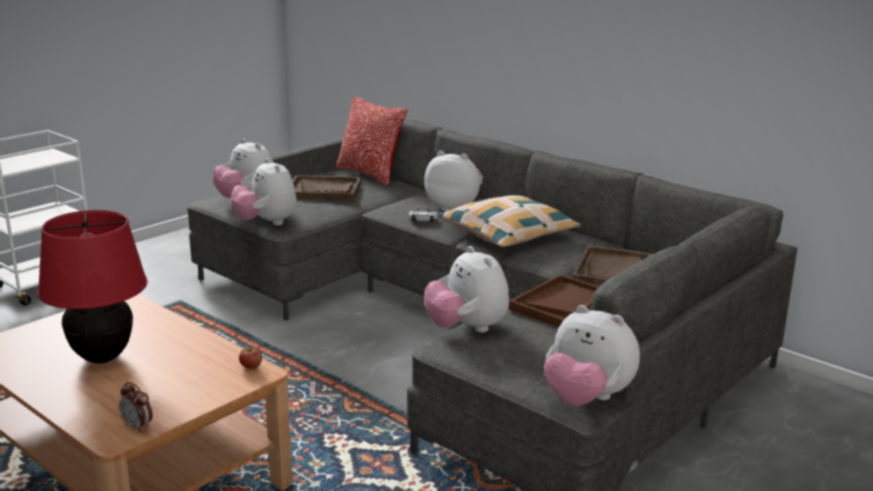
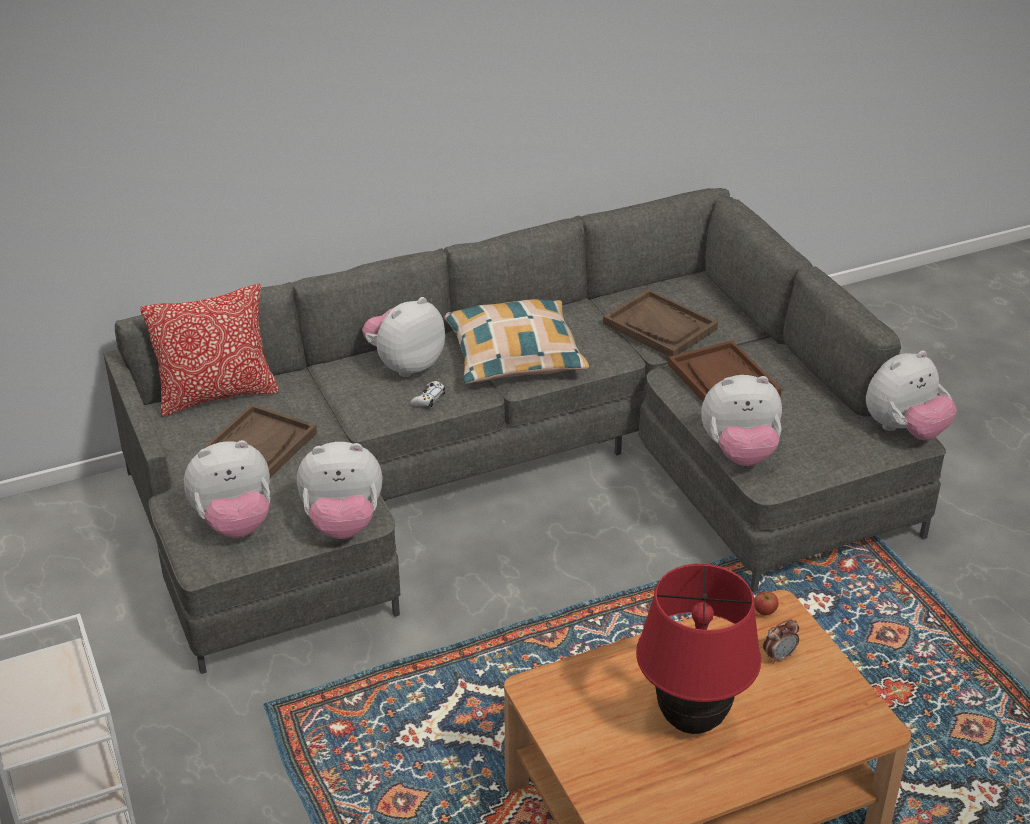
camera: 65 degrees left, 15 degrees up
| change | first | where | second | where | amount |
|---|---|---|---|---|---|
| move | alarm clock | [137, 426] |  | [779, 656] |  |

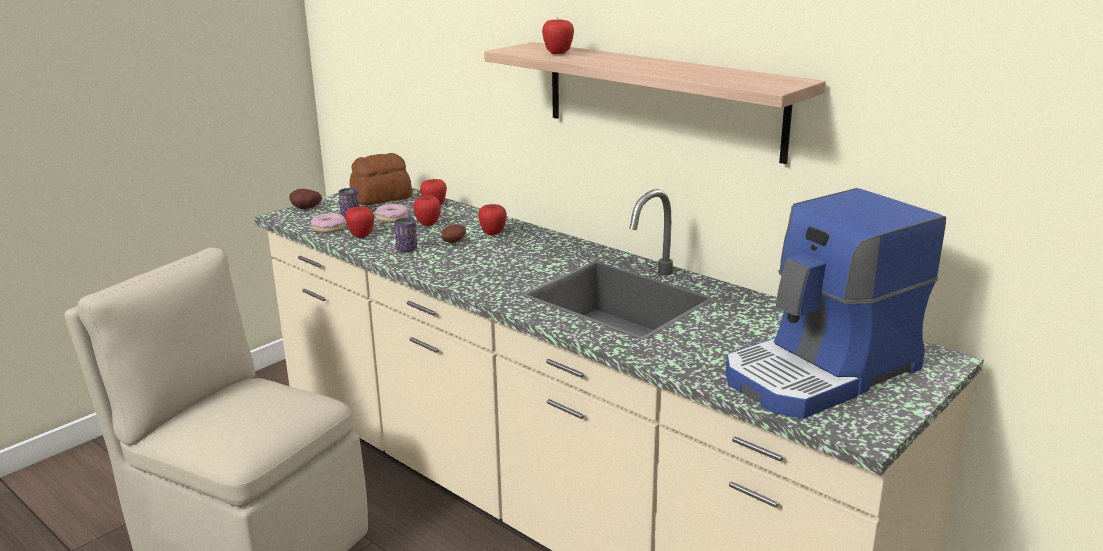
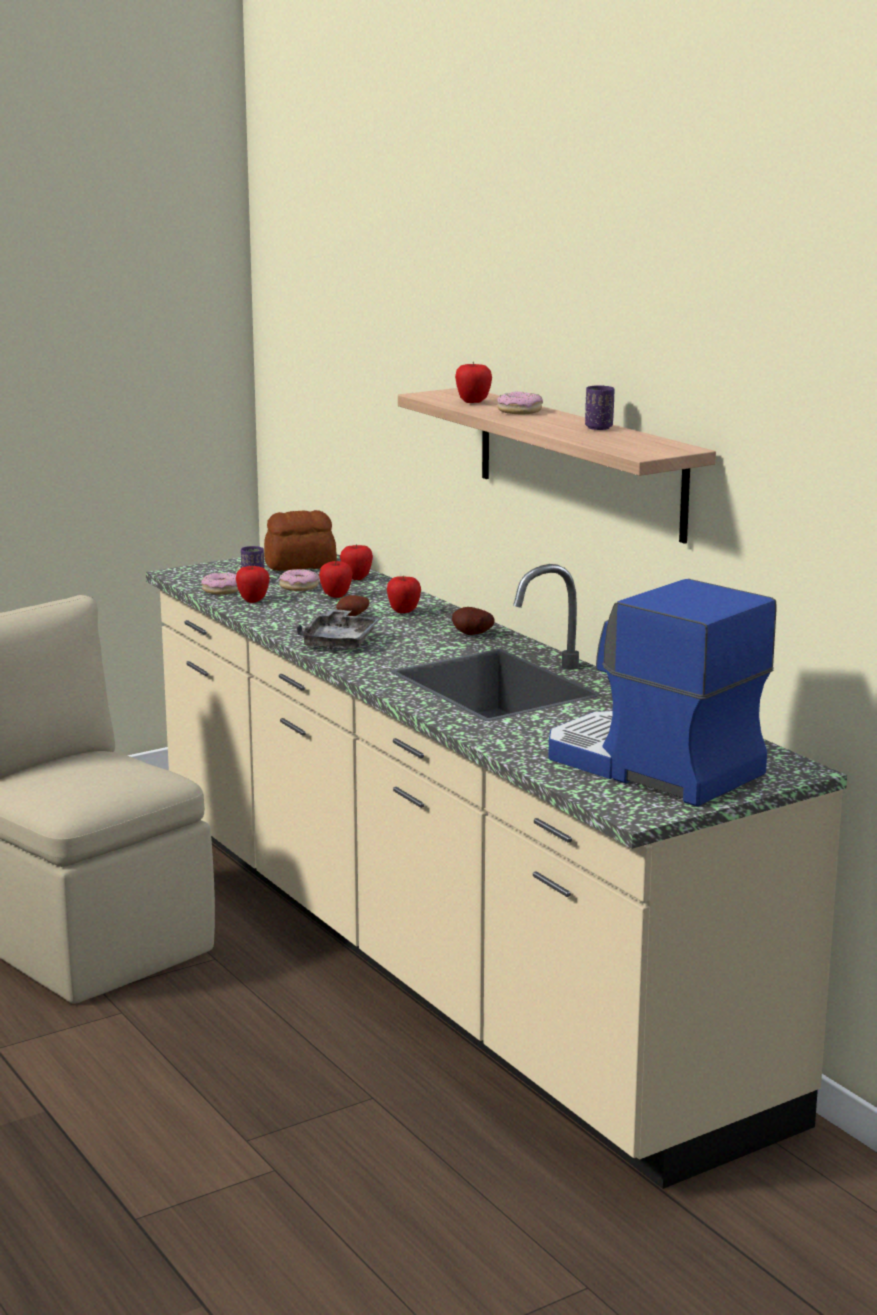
camera: 15 degrees right, 5 degrees down
| change | first | where | second | where | amount |
|---|---|---|---|---|---|
| insert |  |  | tray/grey | [340, 641] |  |
| move | potato | [305, 209] |  | [471, 635] |  |
| insert |  |  | donut | [519, 411] |  |
| rotate | coffee machine | [822, 373] |  | [650, 766] | 60 degrees clockwise |
| move | cup/purple | [407, 249] |  | [599, 428] |  |

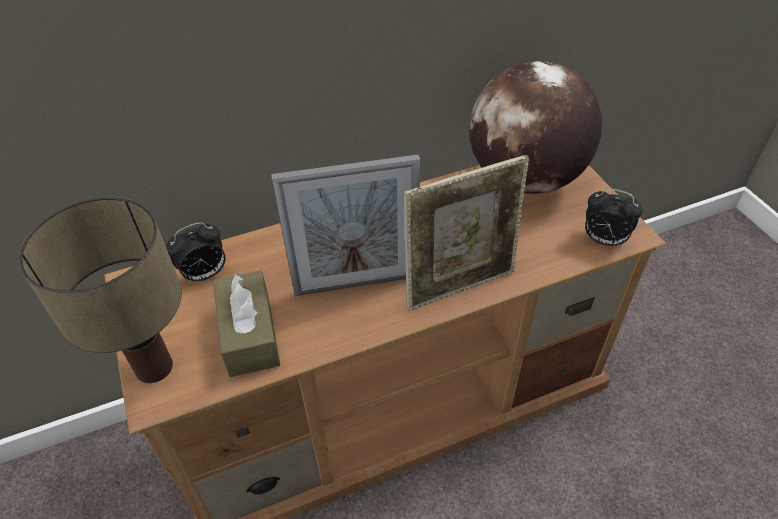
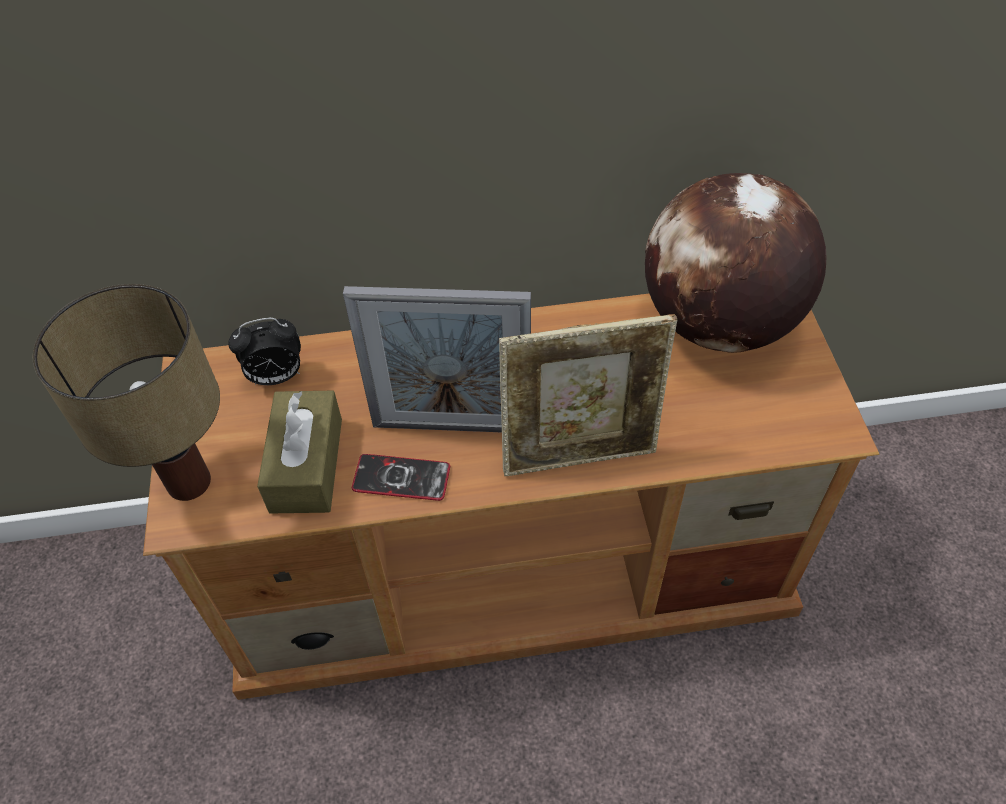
camera: 15 degrees right, 5 degrees up
| change | first | where | second | where | amount |
|---|---|---|---|---|---|
| insert |  |  | phone | [401, 478] |  |
| delete | alarm clock | [603, 240] |  |  |  |

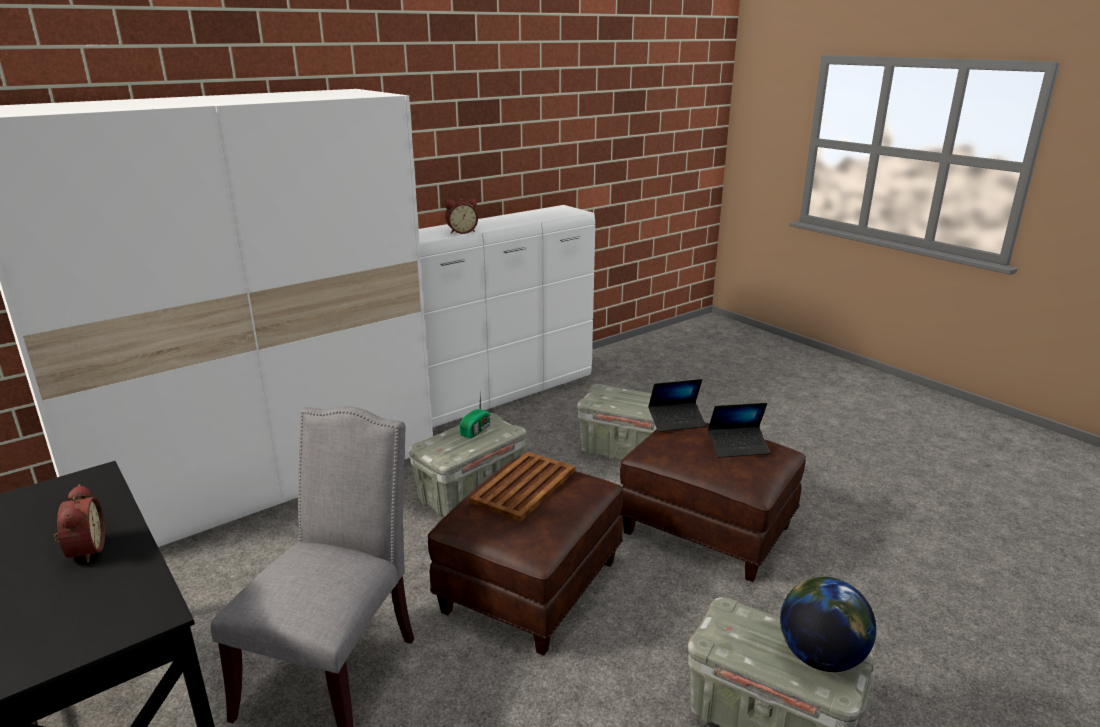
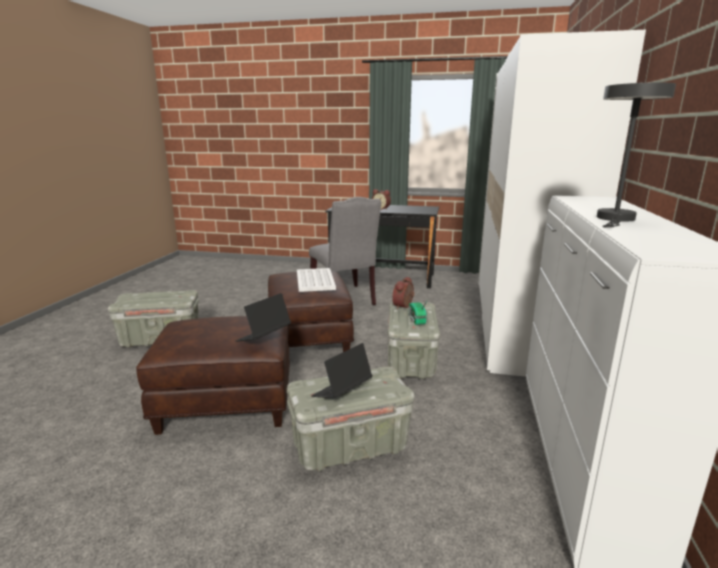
camera: 140 degrees right, 5 degrees down
| change | first | where | second | where | amount |
|---|---|---|---|---|---|
| recolor | tray/brown | [525, 486] | tray/white | [315, 281] |  |
| move | laptop | [738, 447] |  | [342, 392] |  |
| move | alarm clock | [461, 231] |  | [404, 306] |  |
| insert |  |  | table lamp/grey | [615, 219] |  |
| delete | globe | [820, 657] |  |  |  |

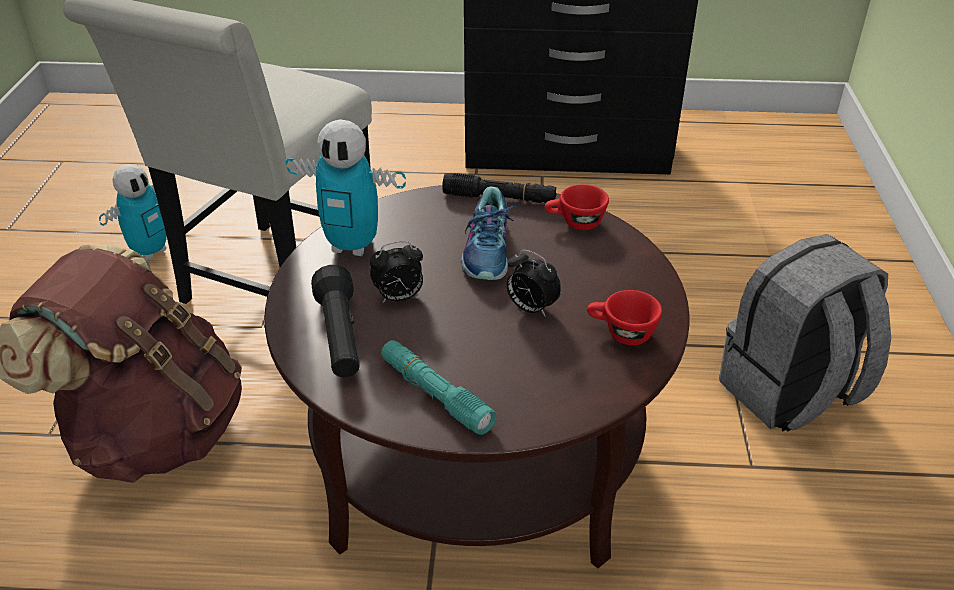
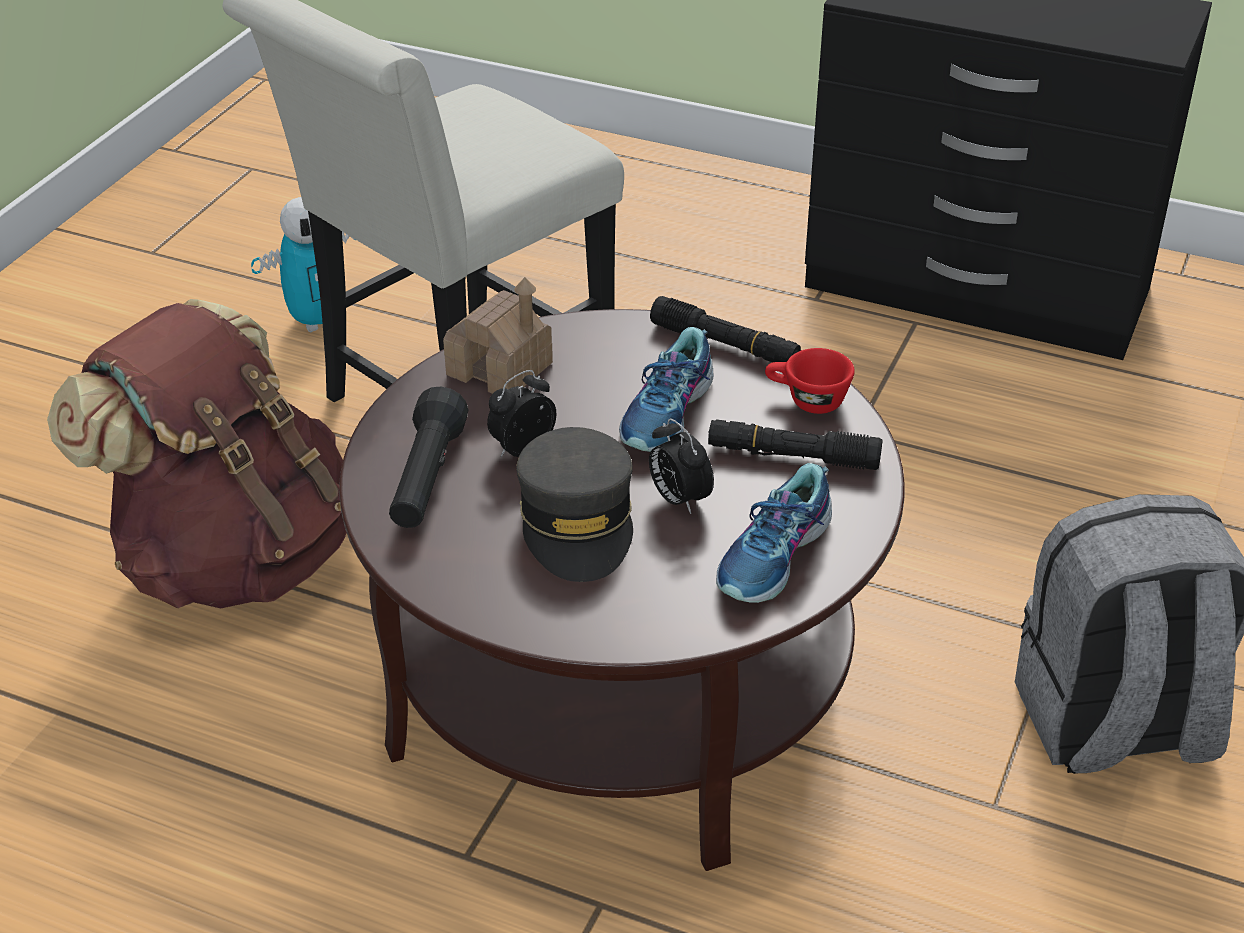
camera: 20 degrees right, 0 degrees up
| change | first | where | second | where | amount |
|---|---|---|---|---|---|
| replace | toy robot | [352, 246] | toy house | [500, 369] |  |
| rotate | alarm clock | [399, 298] |  | [522, 448] | 135 degrees clockwise |
| insert |  |  | cap/grey | [577, 523] |  |
| insert |  |  | flashlight/black | [792, 456] |  |
| replace | cup/red | [621, 333] | shoe | [775, 557] |  |
| delete | flashlight/turquoise | [435, 394] |  |  |  |

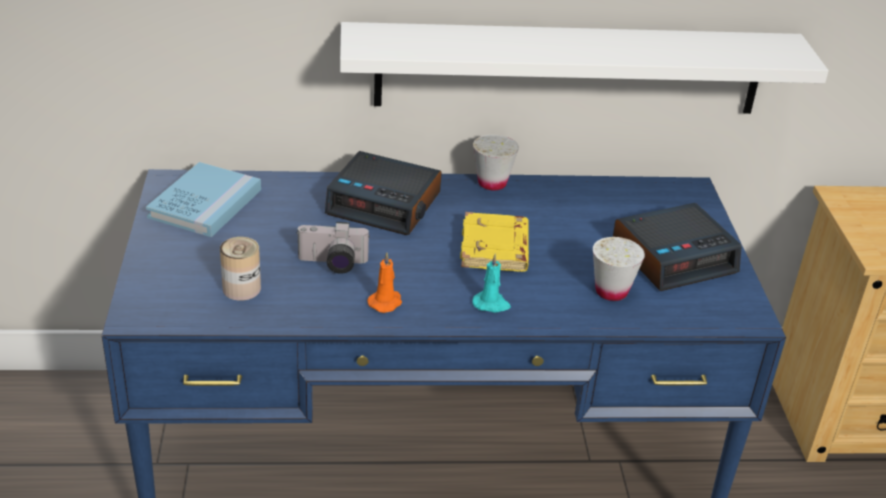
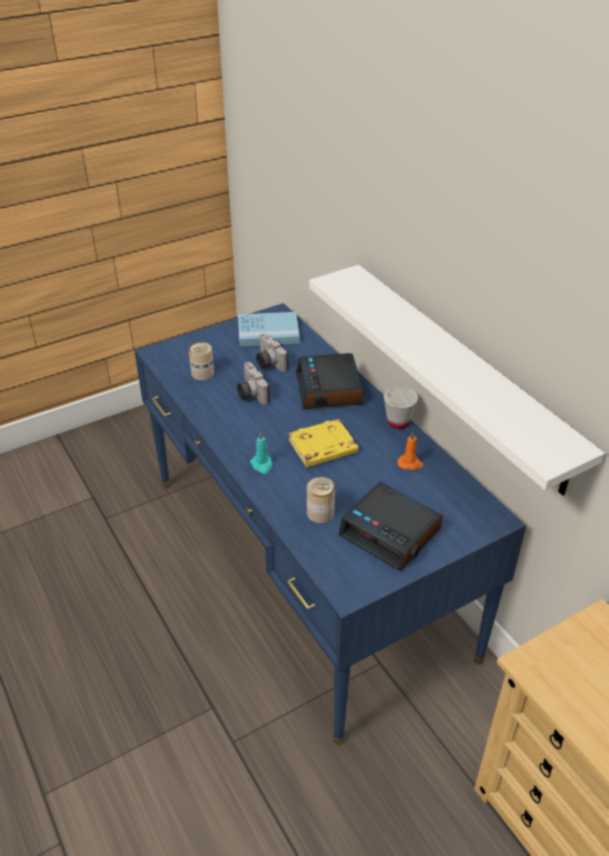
camera: 65 degrees right, 5 degrees up
| change | first | where | second | where | amount |
|---|---|---|---|---|---|
| insert |  |  | photo camera | [268, 363] |  |
| replace | cup/white | [611, 291] | can | [320, 513] |  |
| move | candle/orange | [386, 302] |  | [410, 464] |  |

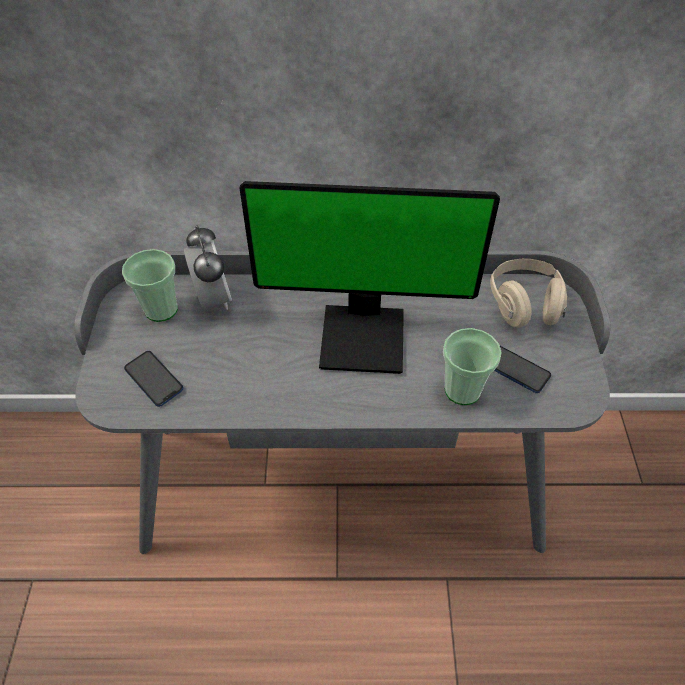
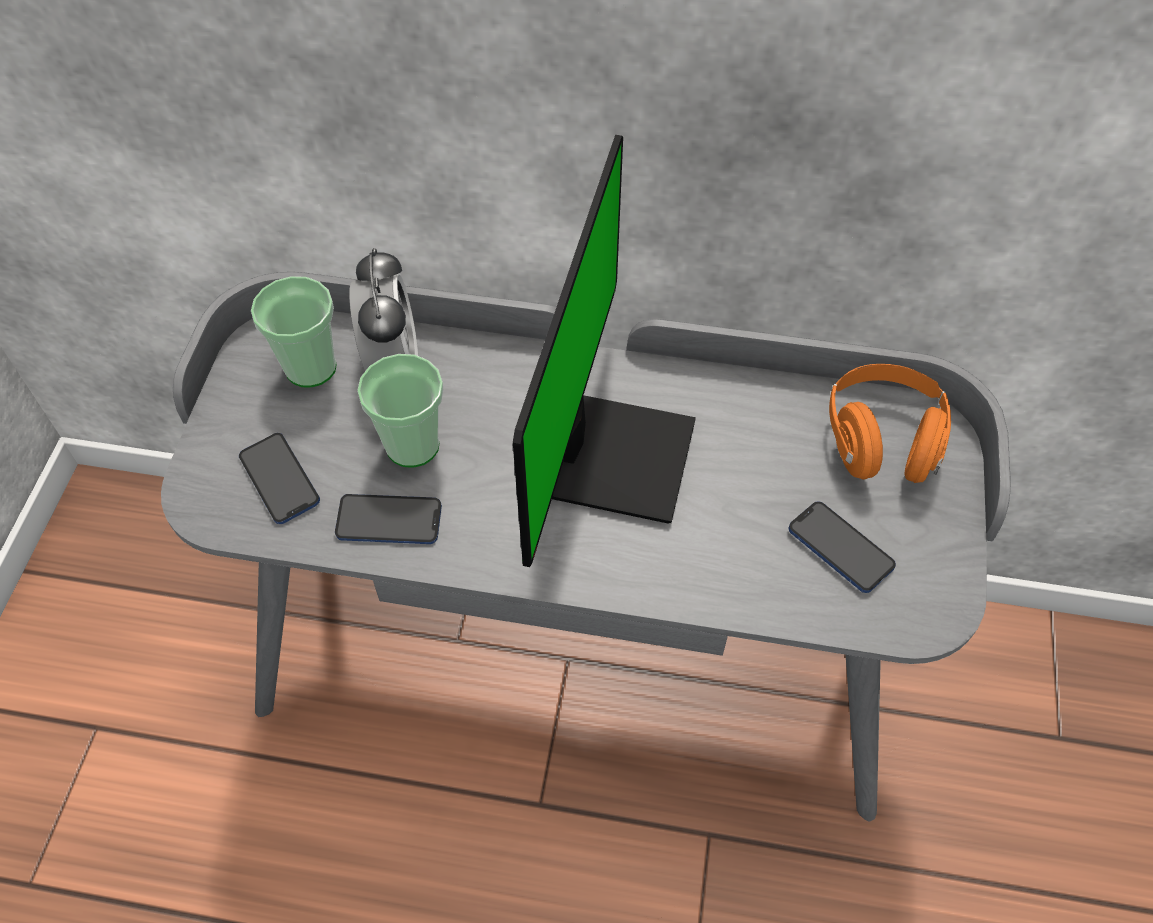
camera: 10 degrees right, 5 degrees up
| change | first | where | second | where | amount |
|---|---|---|---|---|---|
| insert |  |  | phone | [389, 521] |  |
| move | cup | [462, 390] |  | [412, 445] |  |
| rotate | monitor | [364, 336] |  | [612, 456] | 90 degrees counterclockwise |
| recolor | headphones/beige | [524, 305] | headphones/orange | [881, 441] |  |

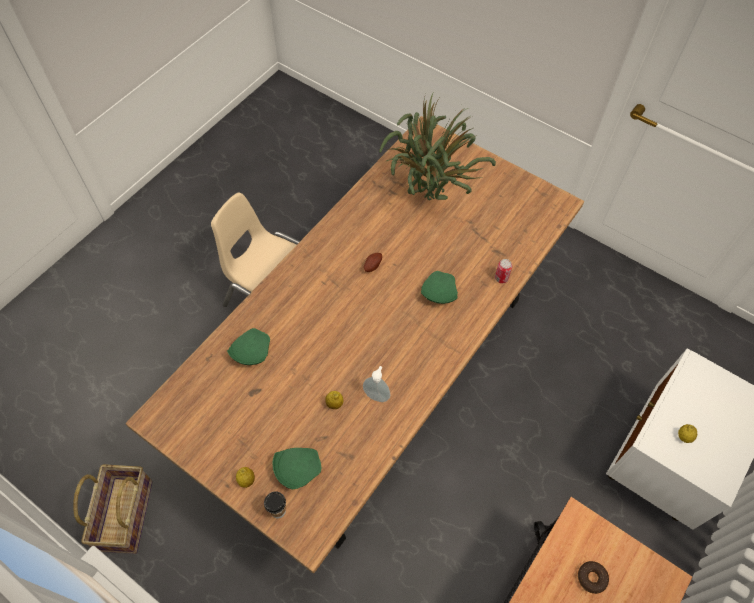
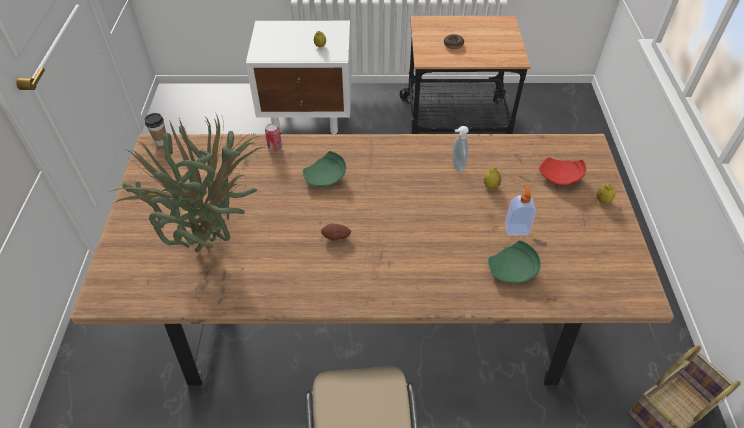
camera: 125 degrees left, 10 degrees down
| change | first | where | second | where | amount |
|---|---|---|---|---|---|
| move | cup | [278, 511] |  | [161, 141] |  |
| insert |  |  | soap dispenser | [516, 229] |  |
| recolor | plate/green | [297, 469] | plate/red | [560, 178] |  |

